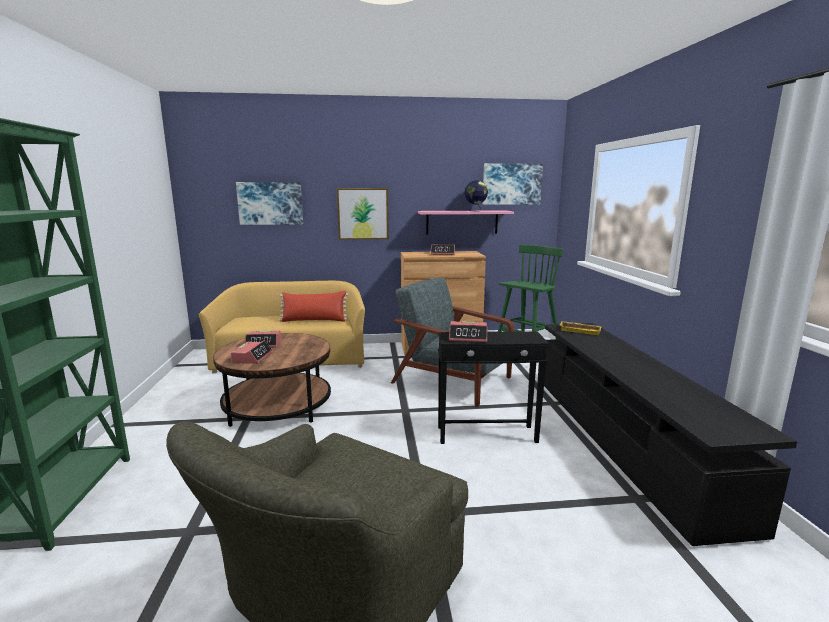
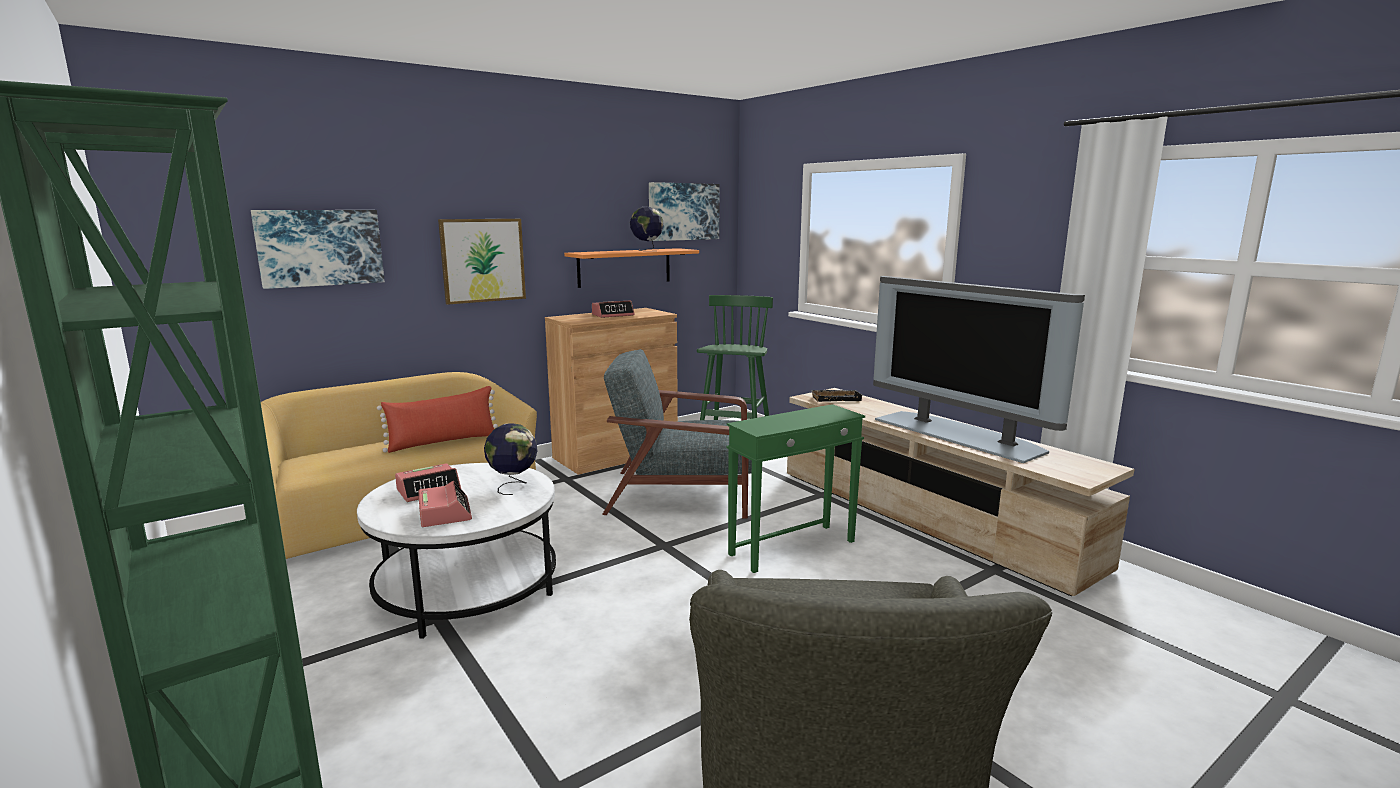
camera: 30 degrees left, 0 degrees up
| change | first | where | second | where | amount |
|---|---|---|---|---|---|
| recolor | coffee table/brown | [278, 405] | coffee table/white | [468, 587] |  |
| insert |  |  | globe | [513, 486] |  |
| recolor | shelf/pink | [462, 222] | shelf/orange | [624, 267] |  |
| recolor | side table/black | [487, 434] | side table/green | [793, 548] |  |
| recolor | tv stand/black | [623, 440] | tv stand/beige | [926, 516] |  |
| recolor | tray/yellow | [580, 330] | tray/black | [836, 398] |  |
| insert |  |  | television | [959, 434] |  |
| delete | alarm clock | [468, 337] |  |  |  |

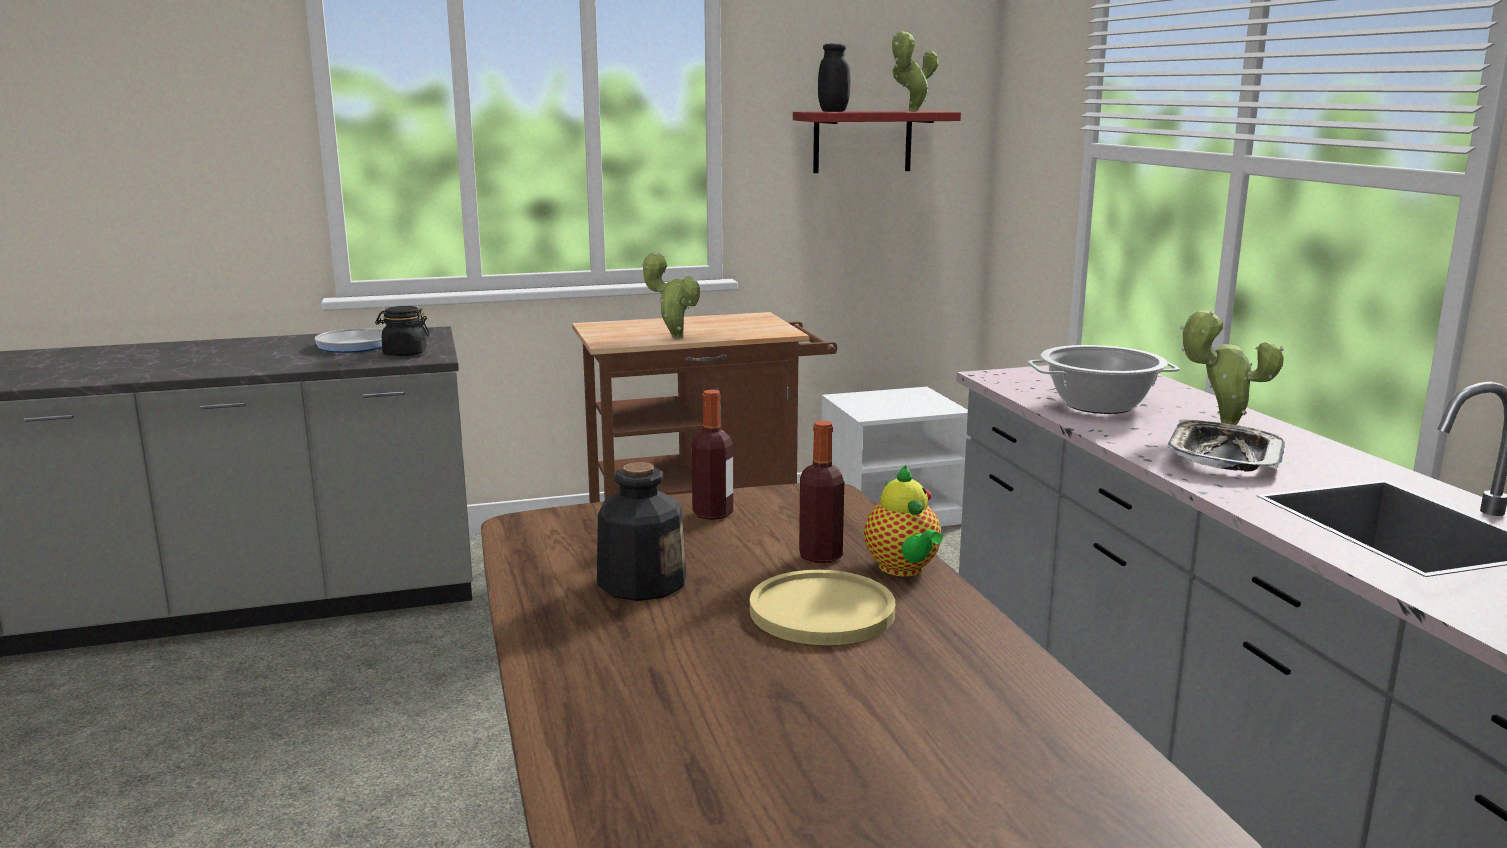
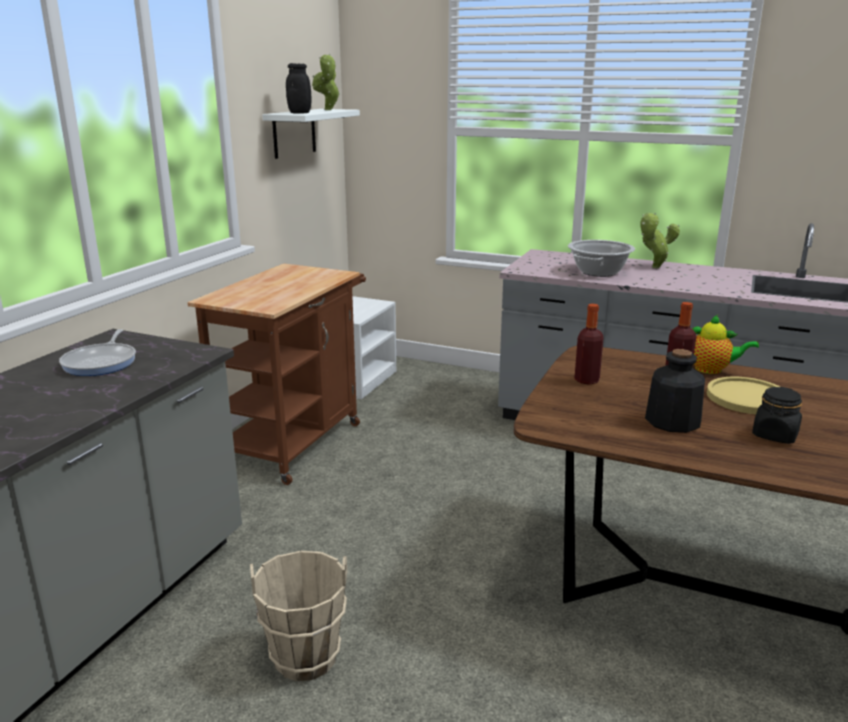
camera: 50 degrees left, 5 degrees up
| change | first | where | second | where | amount |
|---|---|---|---|---|---|
| insert |  |  | bucket/beige | [305, 657] |  |
| recolor | shelf/red | [862, 141] | shelf/white | [294, 133] |  |
| move | jar/black | [405, 353] |  | [775, 435] |  |
| delete | potted plant | [673, 337] |  |  |  |
| delete | tray | [1223, 456] |  |  |  |

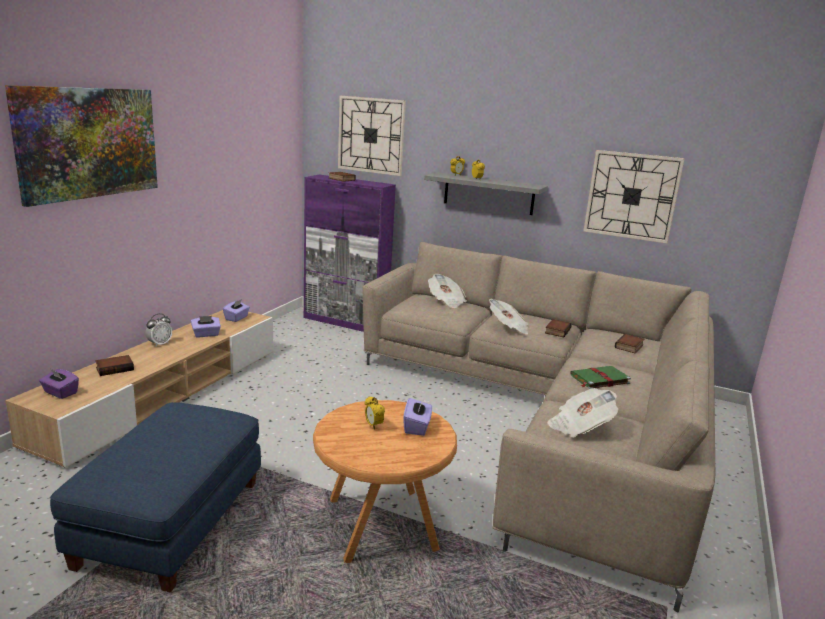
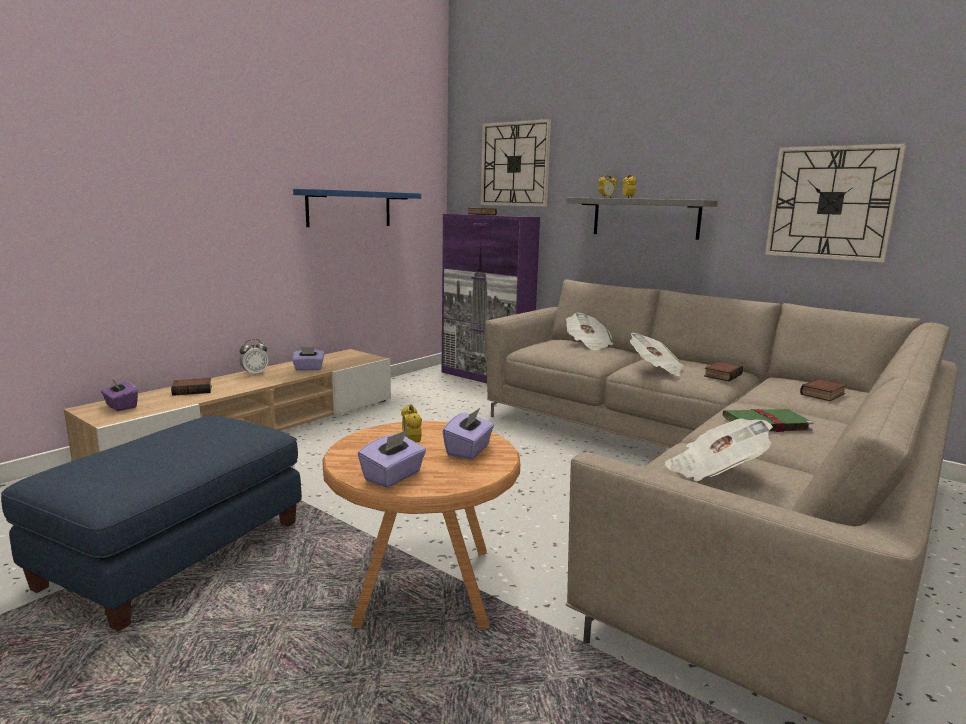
camera: 15 degrees right, 5 degrees down
| change | first | where | second | where | amount |
|---|---|---|---|---|---|
| insert |  |  | shelf/blue | [349, 208] |  |
| move | tissue box/purple | [237, 318] |  | [393, 476] |  |
| delete | picture | [89, 143] |  |  |  |

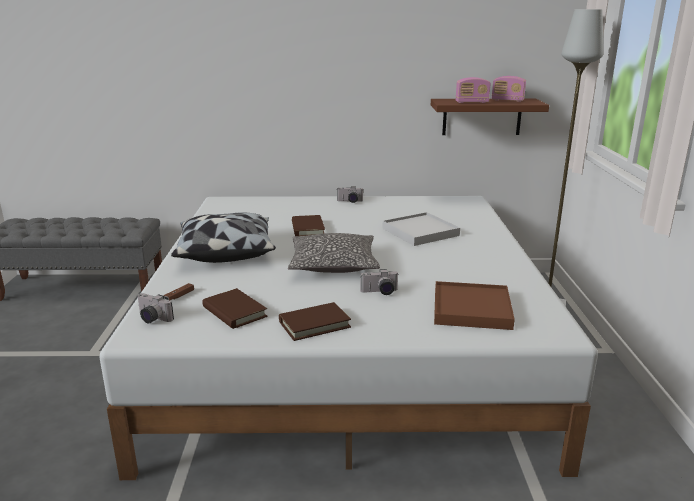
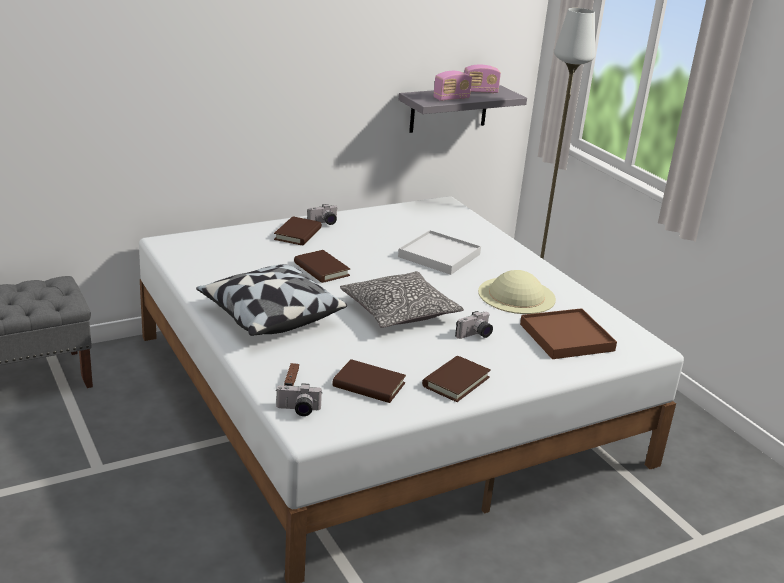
camera: 30 degrees left, 5 degrees up
| change | first | where | second | where | amount |
|---|---|---|---|---|---|
| insert |  |  | book/brown | [298, 234] |  |
| recolor | shelf/brown | [482, 116] | shelf/grey | [449, 108] |  |
| insert |  |  | hat/beige | [517, 295] |  |

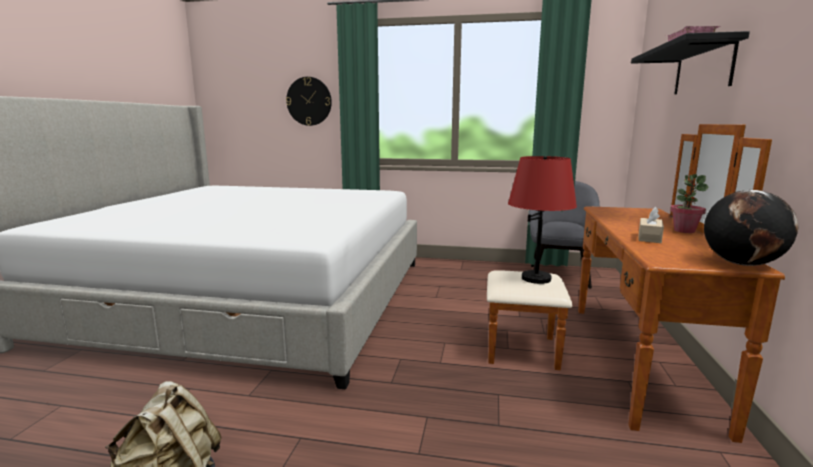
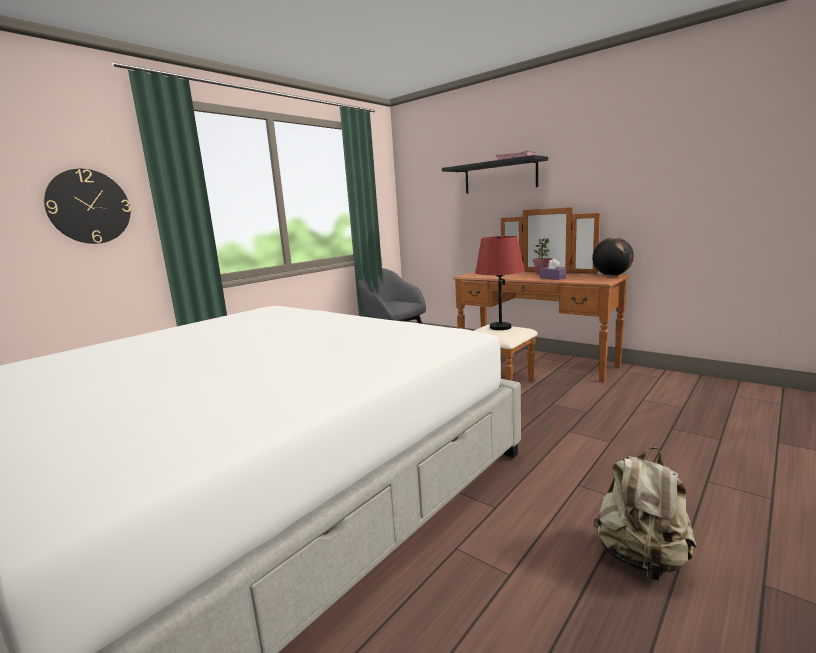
camera: 60 degrees left, 0 degrees up
| change | first | where | second | where | amount |
|---|---|---|---|---|---|
| recolor | tissue box/beige | [649, 238] | tissue box/purple | [552, 278] |  |

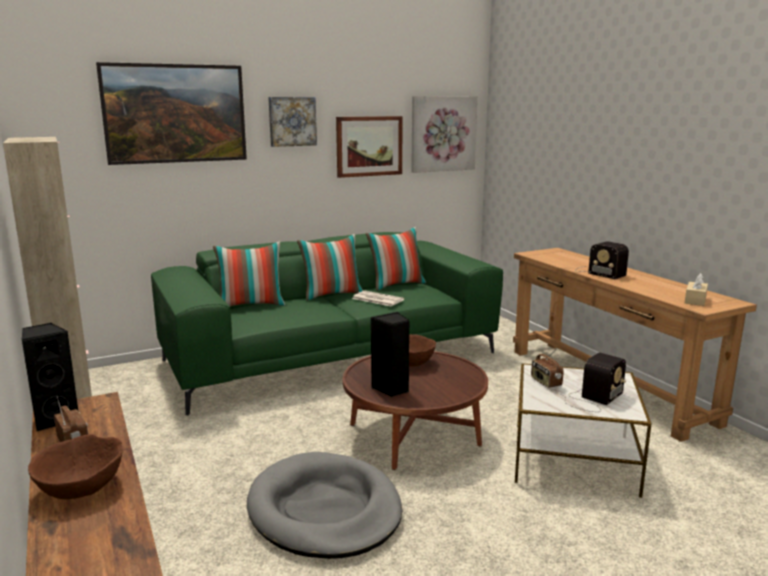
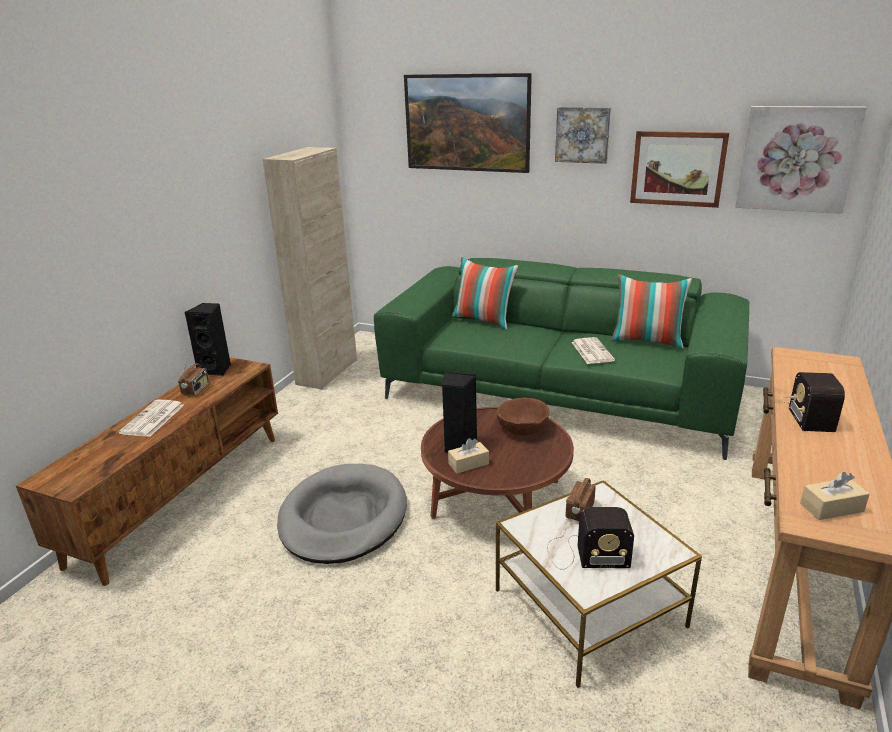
camera: 50 degrees right, 10 degrees up
| change | first | where | second | where | amount |
|---|---|---|---|---|---|
| replace | bowl/brown | [81, 487] | newspaper | [152, 419] |  |
| insert |  |  | tissue box/beige | [468, 464] |  |
| delete | pillow | [332, 295] |  |  |  |

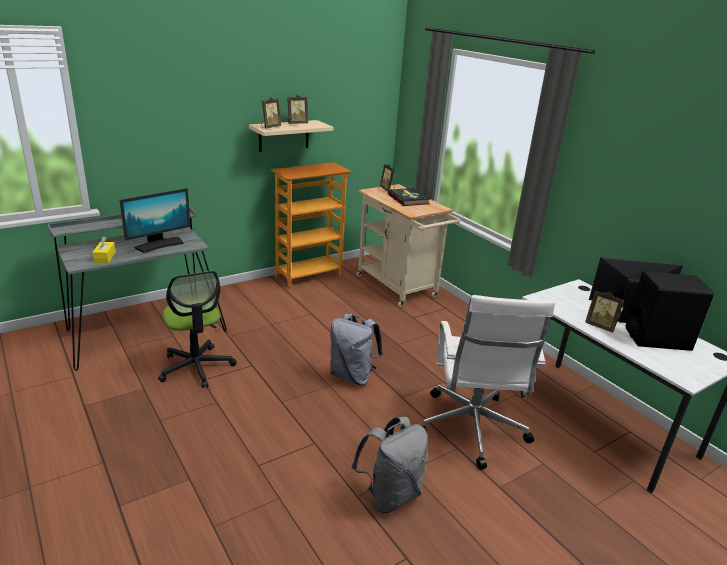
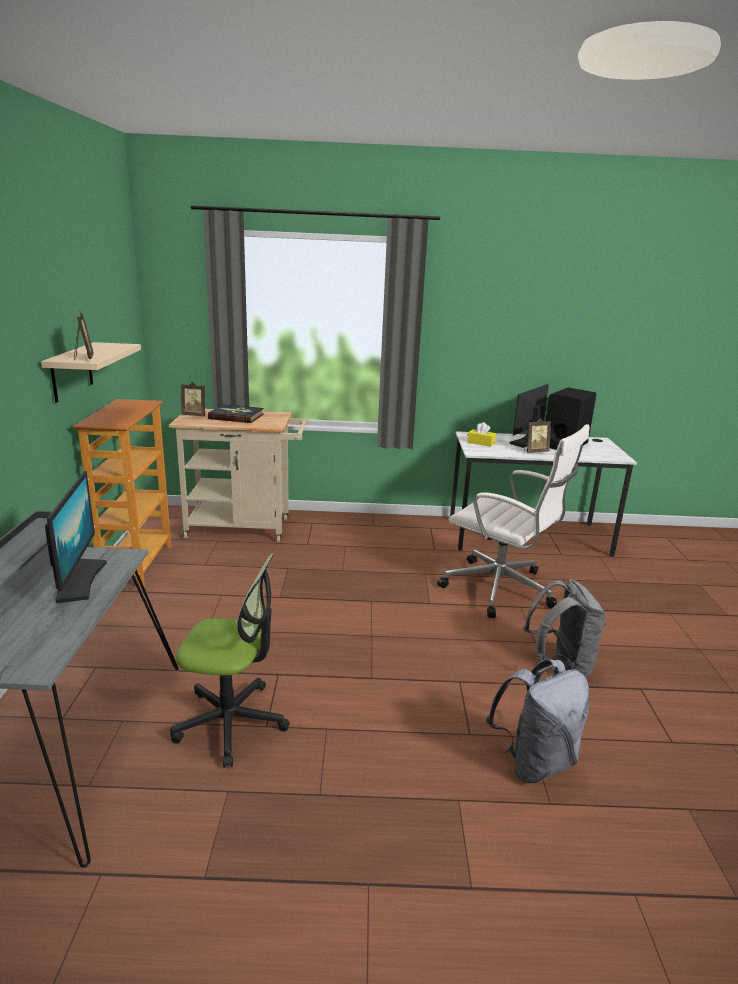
camera: 55 degrees left, 5 degrees down
| change | first | where | second | where | amount |
|---|---|---|---|---|---|
| move | tissue box/yellow | [105, 257] |  | [481, 443] |  |
| move | backpack/grey | [352, 376] |  | [534, 761] |  |
| delete | picture frame | [296, 124] |  |  |  |

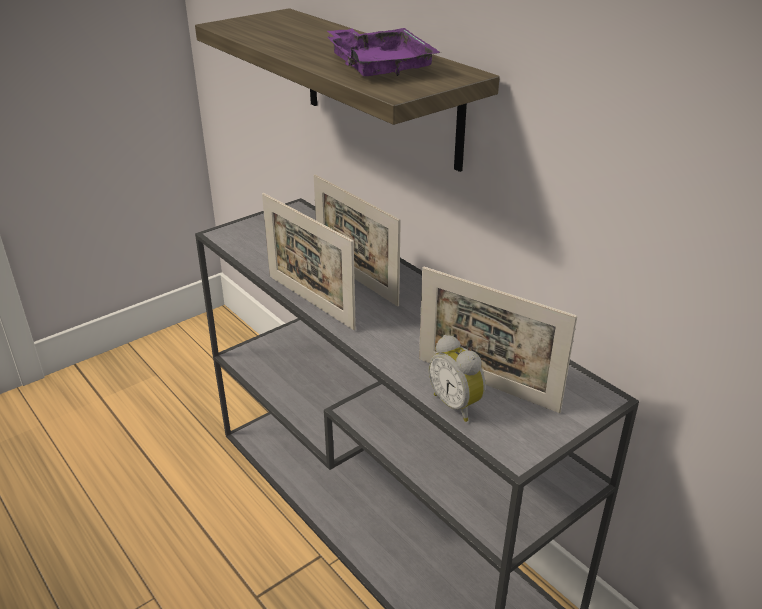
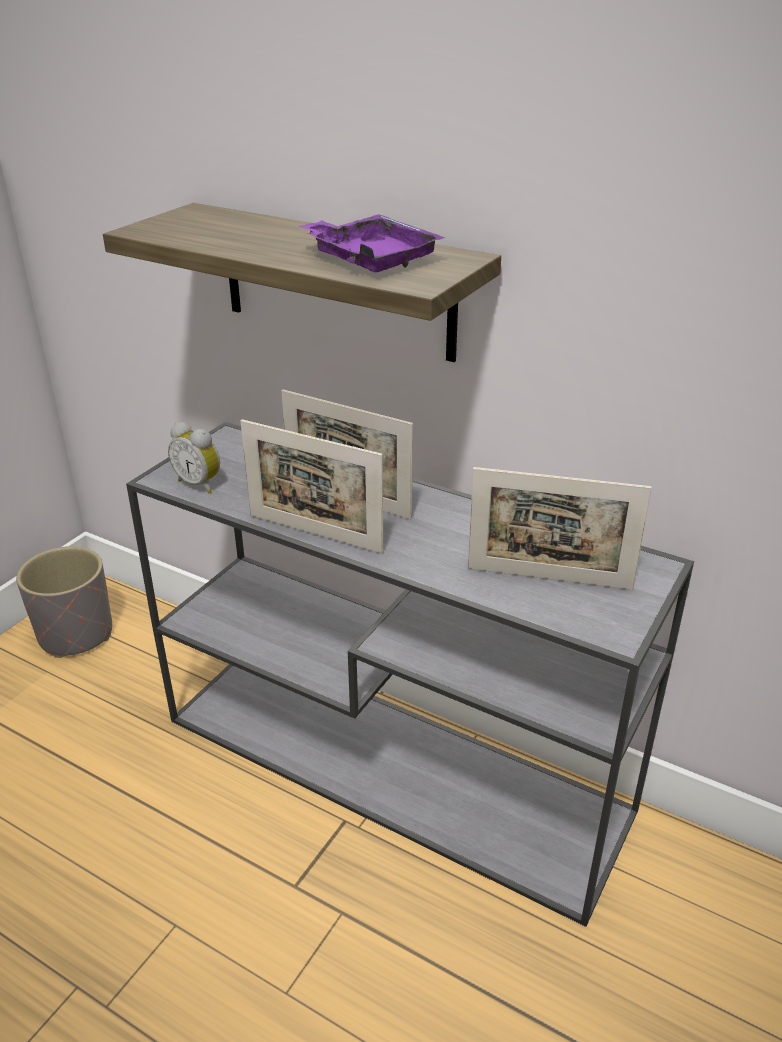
camera: 20 degrees left, 0 degrees up
| change | first | where | second | where | amount |
|---|---|---|---|---|---|
| insert |  |  | planter/grey | [76, 634] |  |
| move | alarm clock | [457, 404] |  | [200, 484] |  |

